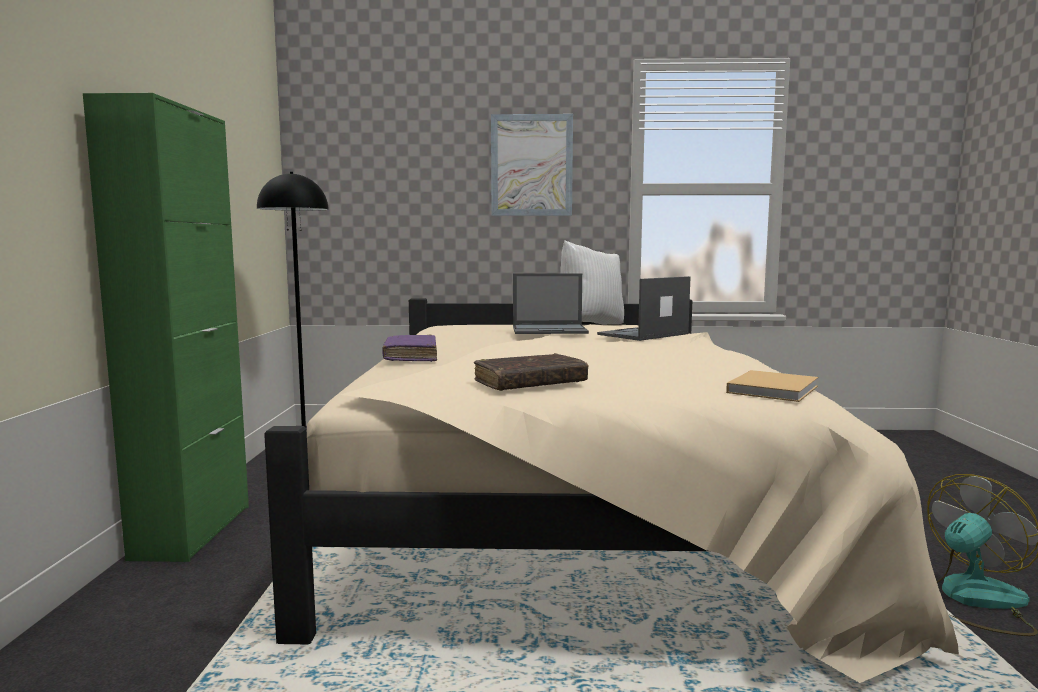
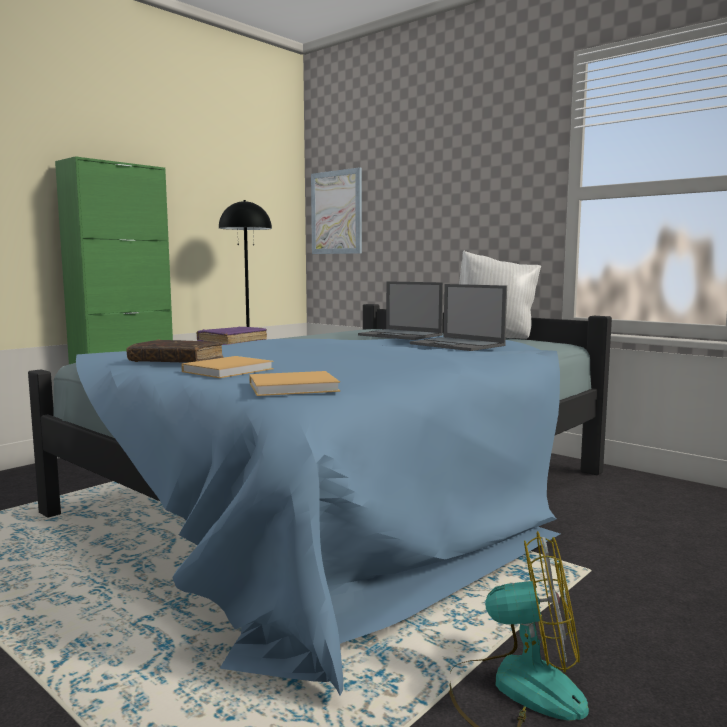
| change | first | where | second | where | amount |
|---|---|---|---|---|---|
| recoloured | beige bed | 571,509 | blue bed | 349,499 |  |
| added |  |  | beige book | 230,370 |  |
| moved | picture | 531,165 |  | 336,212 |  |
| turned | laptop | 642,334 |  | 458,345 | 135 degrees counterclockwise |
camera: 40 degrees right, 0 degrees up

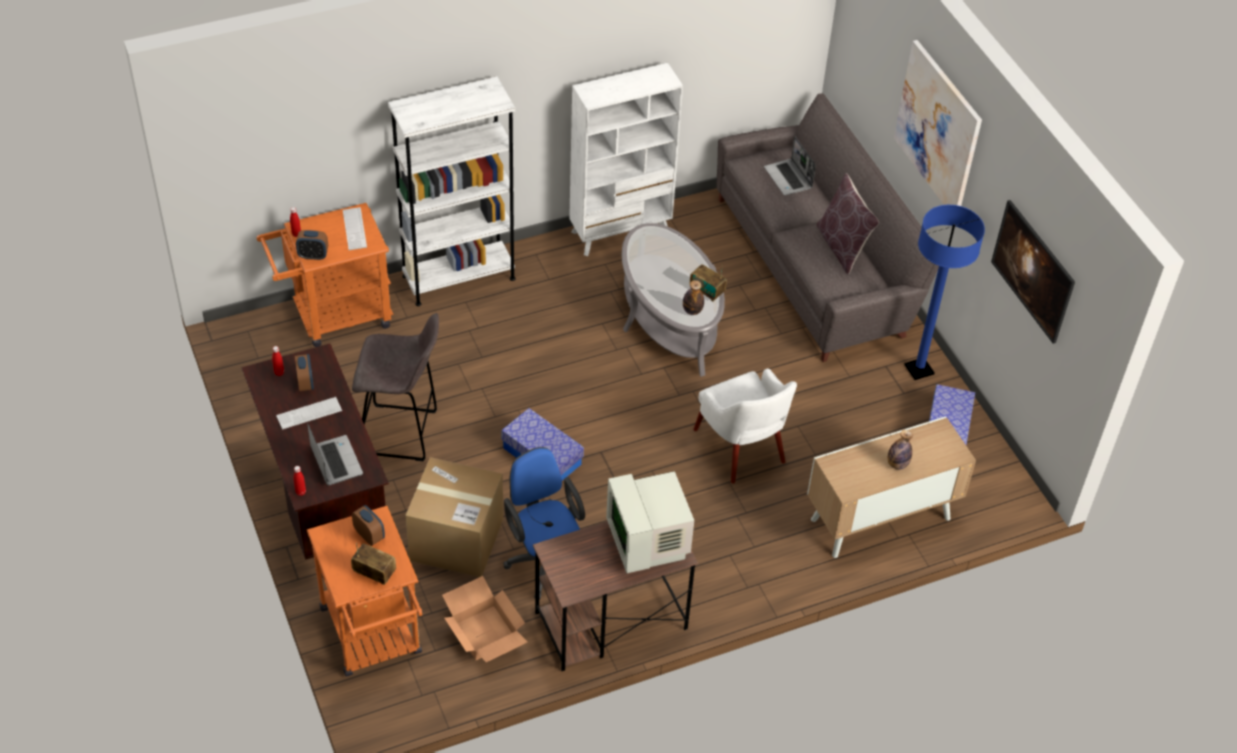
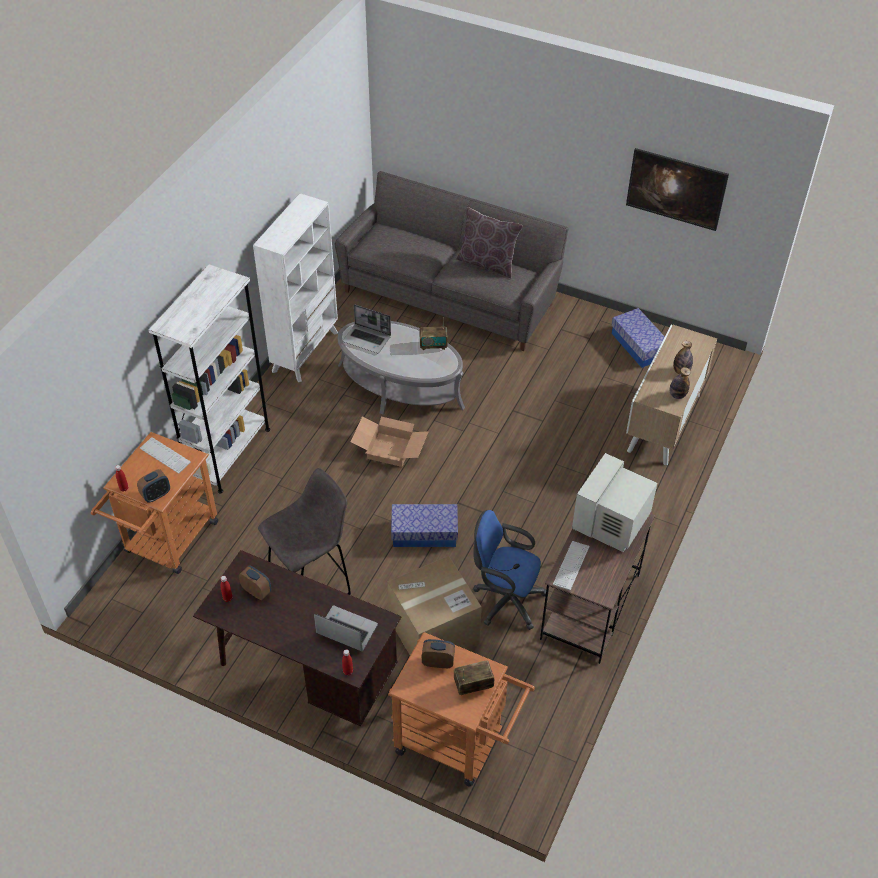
| change | first | where | second | where | amount |
|---|---|---|---|---|---|
| moved | laptop | 789,178 |  | 367,339 |  |
| moved | cardboard box | 483,632 |  | 389,450 |  |
| moved | keyboard | 309,413 |  | 571,565 |  |
| turned | monitor | 649,542 |  | 612,524 | 90 degrees clockwise |
| moved | bottle | 692,311 |  | 677,395 |  |
| removed | white armchair | 740,448 |  |  |  |
| removed | picture | 938,128 |  |  |  |
| removed | blue floor lamp | 919,370 |  |  |  |
camera: 40 degrees left, 0 degrees up

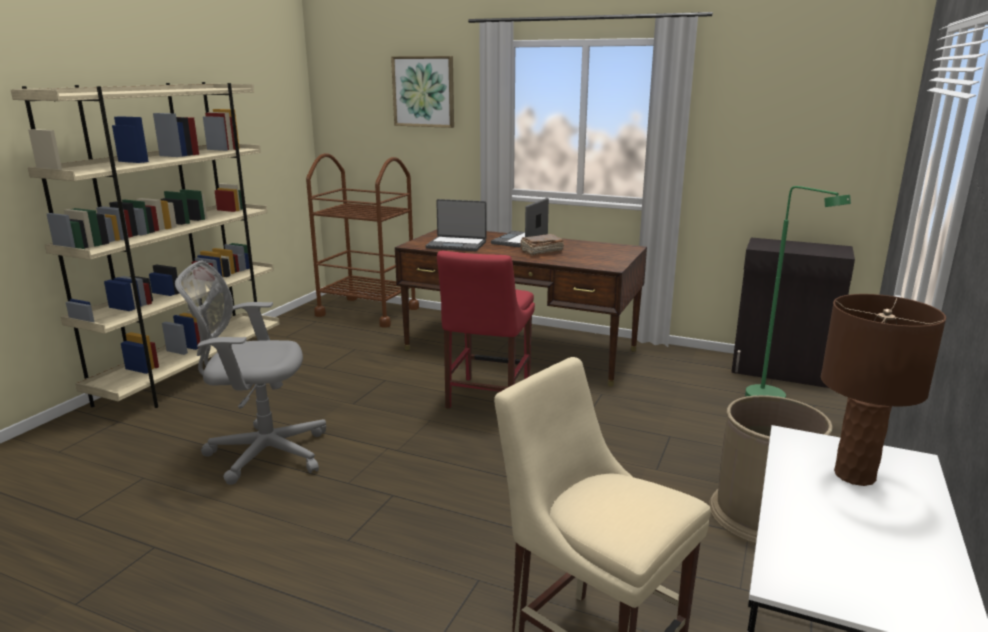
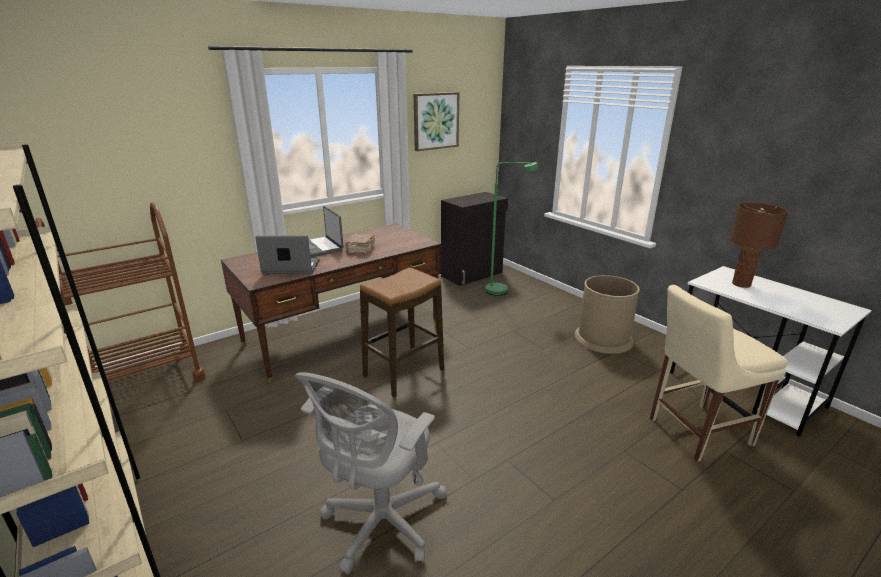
| change | first | where | second | where | amount |
|---|---|---|---|---|---|
| turned | laptop | 457,245 |  | 291,268 | 135 degrees counterclockwise |
| replaced | red chair | 486,398 | stool | 403,373 |  |
| moved | picture | 424,91 |  | 435,121 |  |
camera: 60 degrees left, 5 degrees up

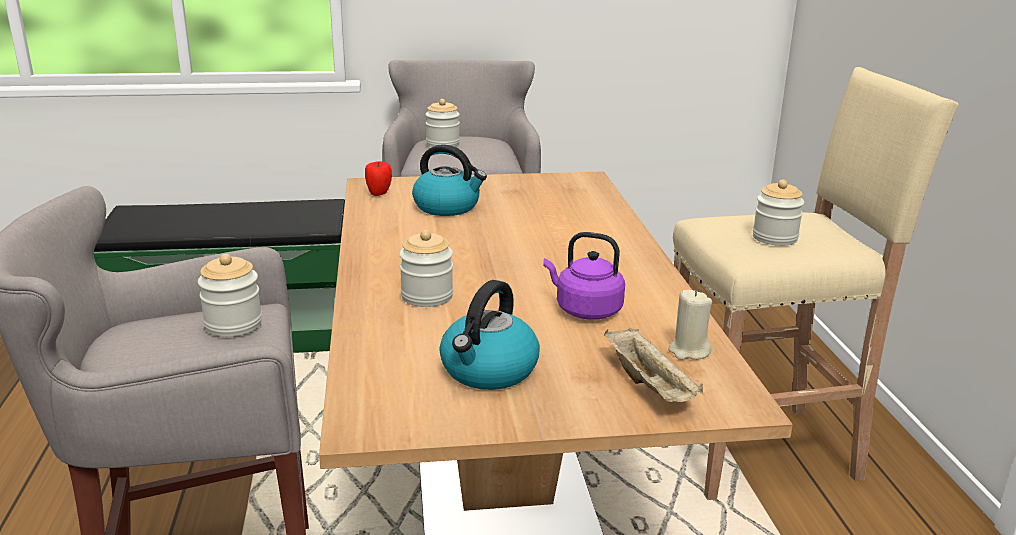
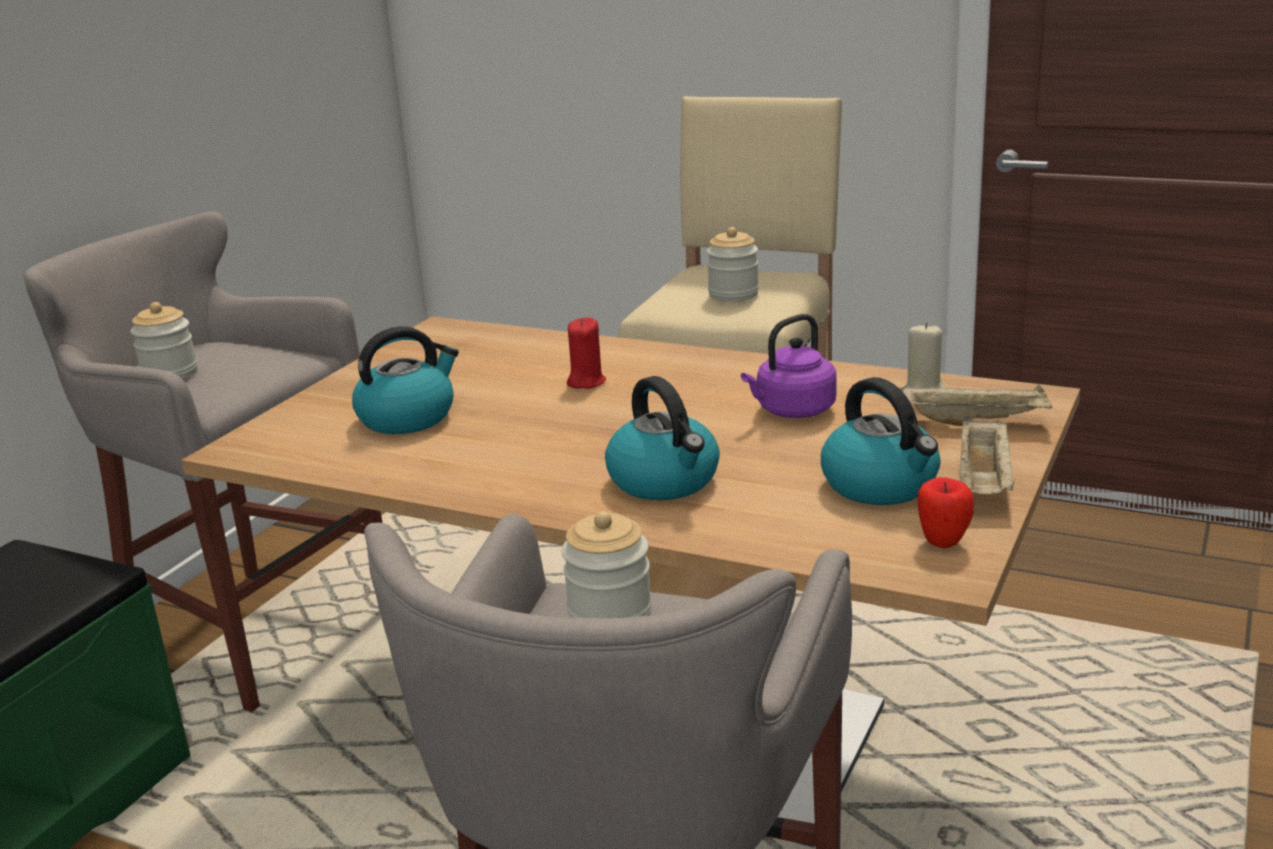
| change | first | where | second | where | amount |
|---|---|---|---|---|---|
| added |  |  | red candle | 586,382 |  |
| replaced | jar | 427,296 | kettle | 665,481 |  |
| moved | apple | 379,194 |  | 943,542 |  |
| added |  |  | beige tray | 984,482 |  |
camera: 55 degrees left, 0 degrees up

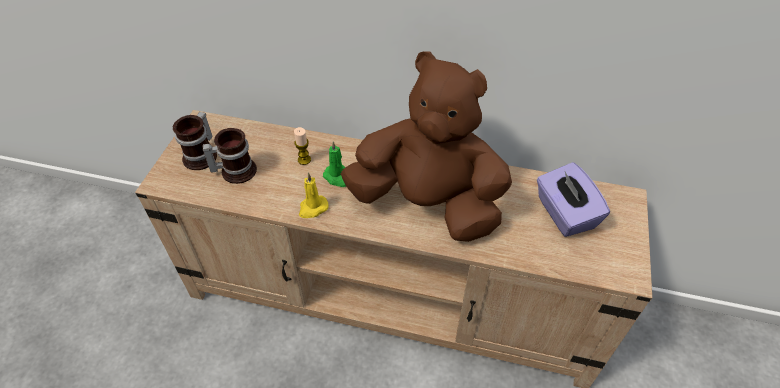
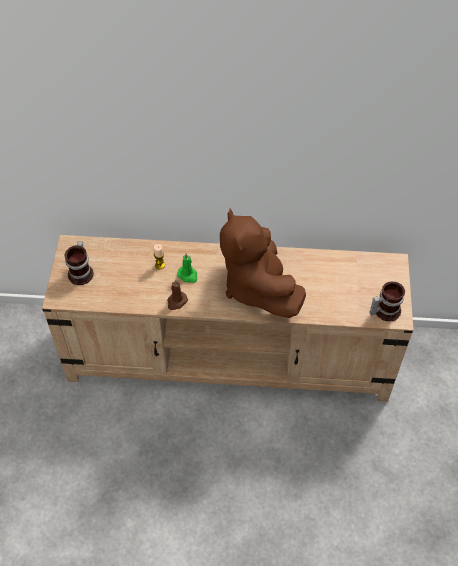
| change | first | where | second | where | amount |
|---|---|---|---|---|---|
| recoloured | yellow candle | 312,208 | brown candle | 176,301 |  |
| turned | brown plush toy | 428,204 |  | 257,286 | 120 degrees counterclockwise |
| moved | mug | 235,170 |  | 384,310 |  |
| removed | purple tissue box | 564,214 |  |  |  |
camera: 10 degrees left, 5 degrees up

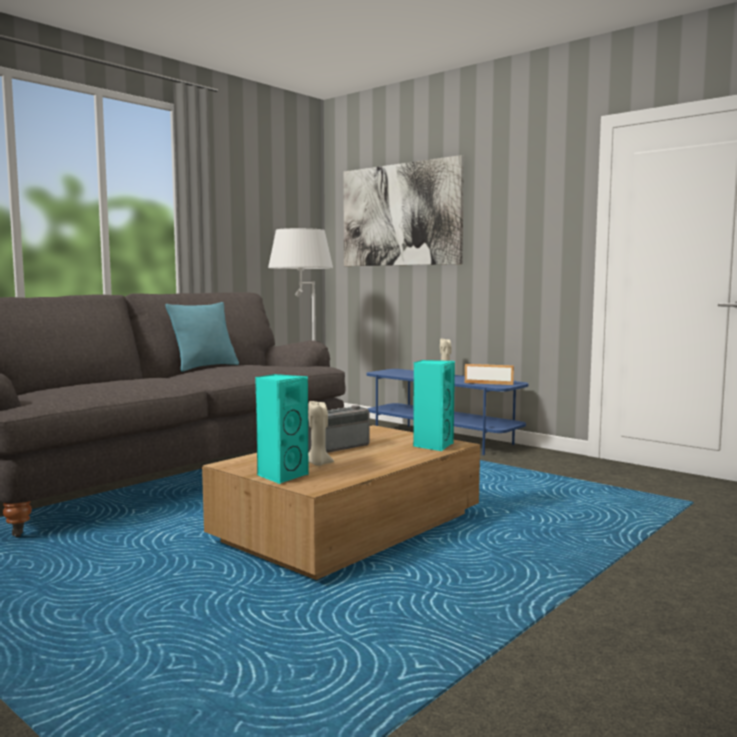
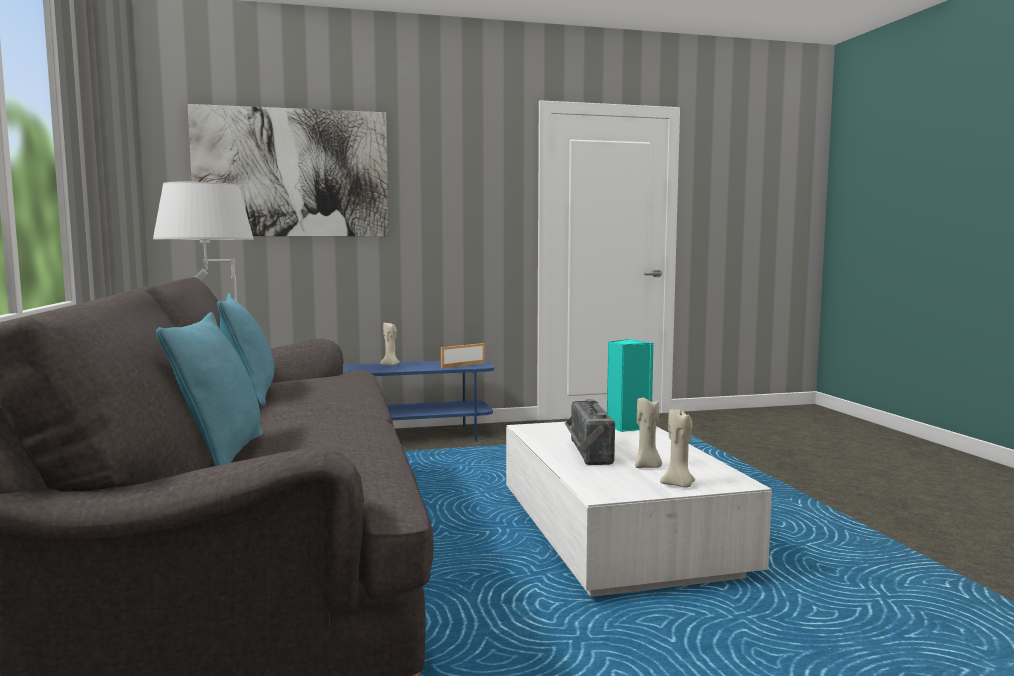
| change | first | where | second | where | amount |
|---|---|---|---|---|---|
| added |  |  | turquoise pillow | 222,455 |  |
| recoloured | brown coffee table | 350,529 | white coffee table | 616,534 |  |
| replaced | turquoise speaker | 281,476 | beige candle | 679,485 |  |
camera: 55 degrees left, 0 degrees up

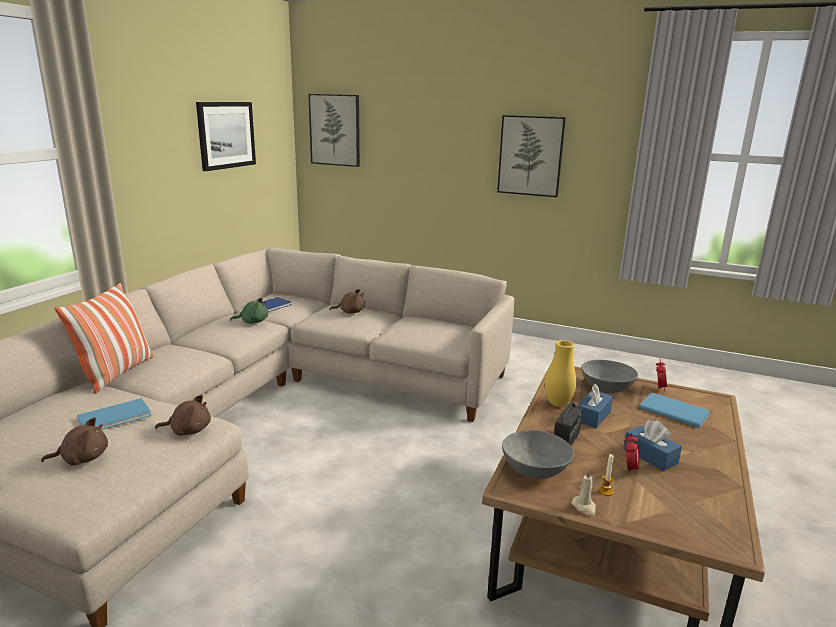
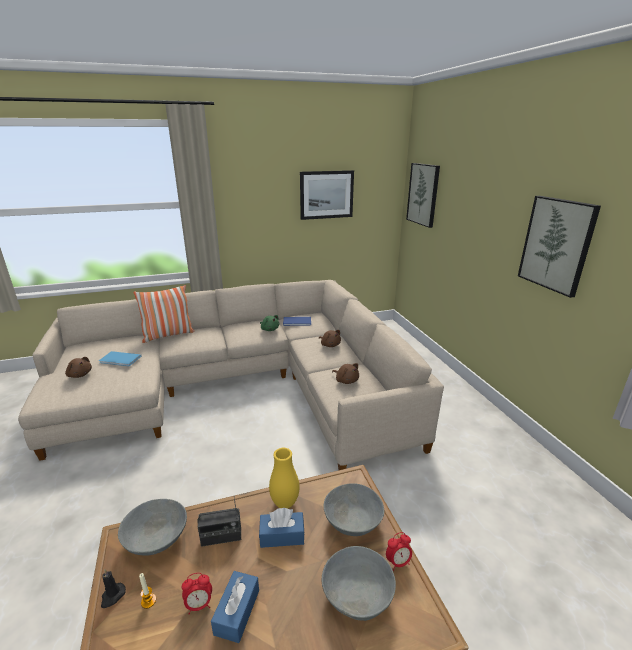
| change | first | where | second | where | amount |
|---|---|---|---|---|---|
| recoloured | beige candle | 584,507 | black candle | 112,596 |  |
| replaced | blue book | 672,410 | grey bowl | 358,594 |  |
| moved | brown plush toy | 188,430 |  | 346,380 |  |
camera: 50 degrees right, 5 degrees up

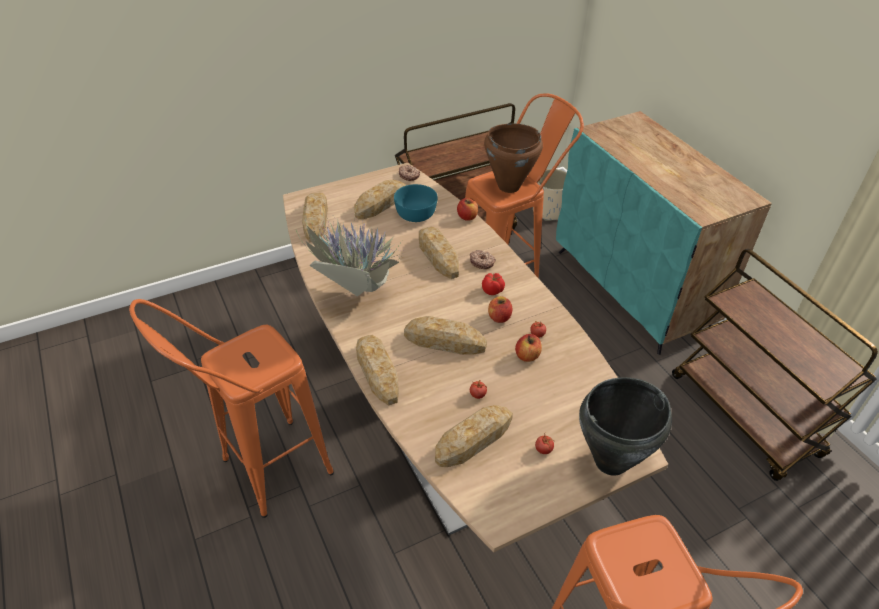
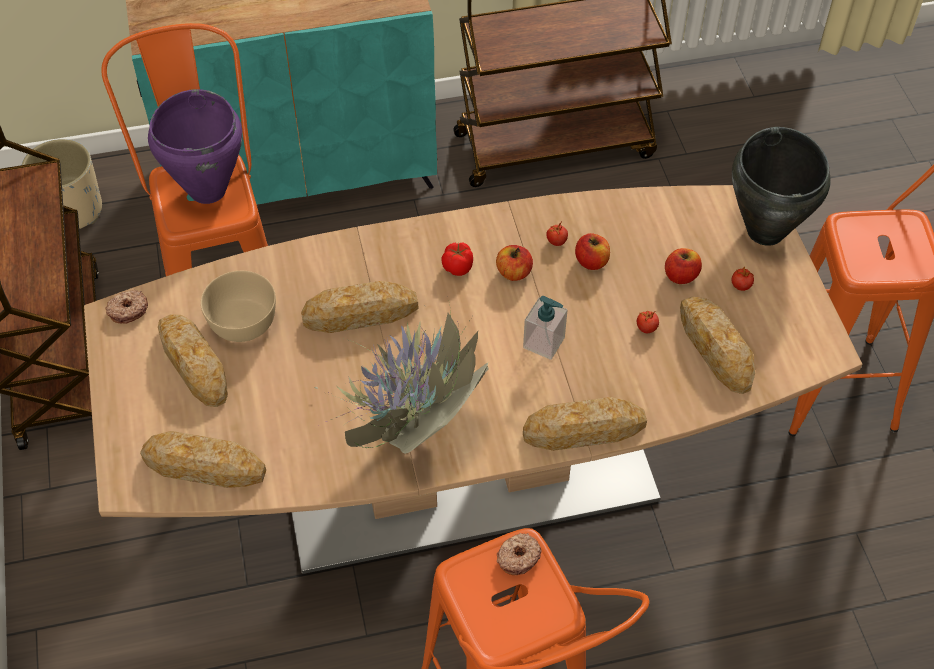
| change | first | where | second | where | amount |
|---|---|---|---|---|---|
| recoloured | brown cooking pot | 508,186 | purple cooking pot | 207,191 |  |
| recoloured | turquoise bowl | 416,213 | beige bowl | 242,320 |  |
| moved | donut | 482,262 |  | 518,557 |  |
| replaced | bread | 444,341 | soap dispenser | 544,343 |  |
| moved | apple | 467,217 |  | 680,276 |  |
camera: 75 degrees left, 10 degrees up

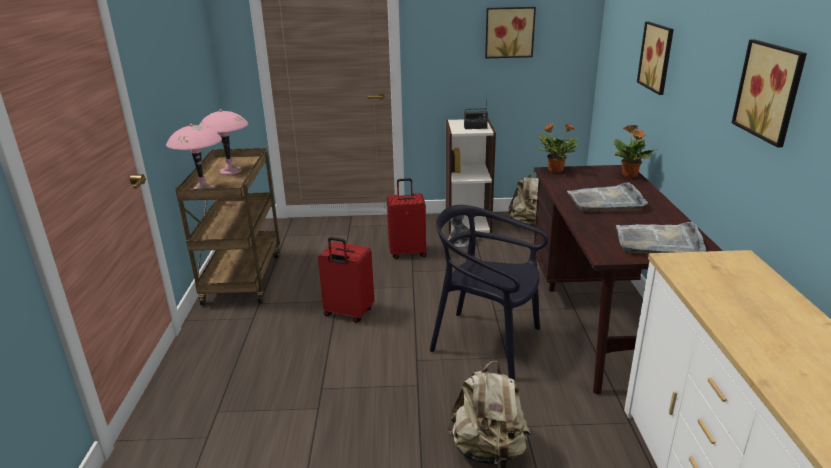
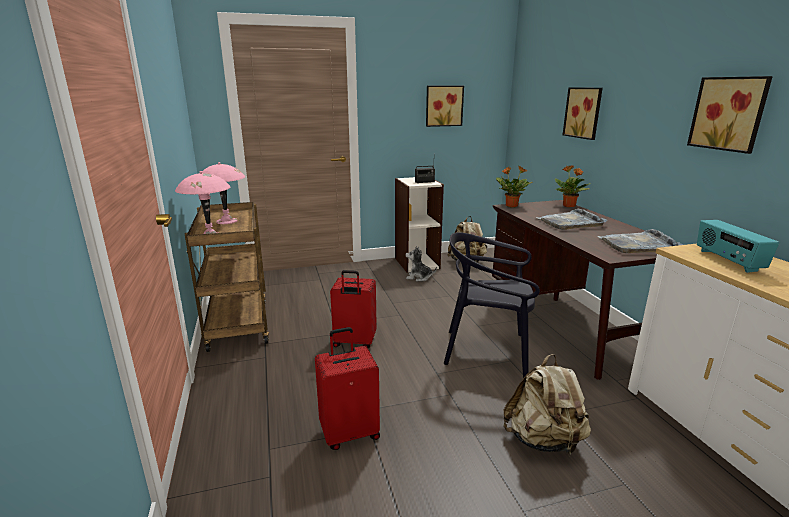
| change | first | where | second | where | amount |
|---|---|---|---|---|---|
| moved | red suitcase | 407,252 |  | 349,433 |  |
| added |  |  | radio | 727,261 |  |
camera: 15 degrees left, 5 degrees down

